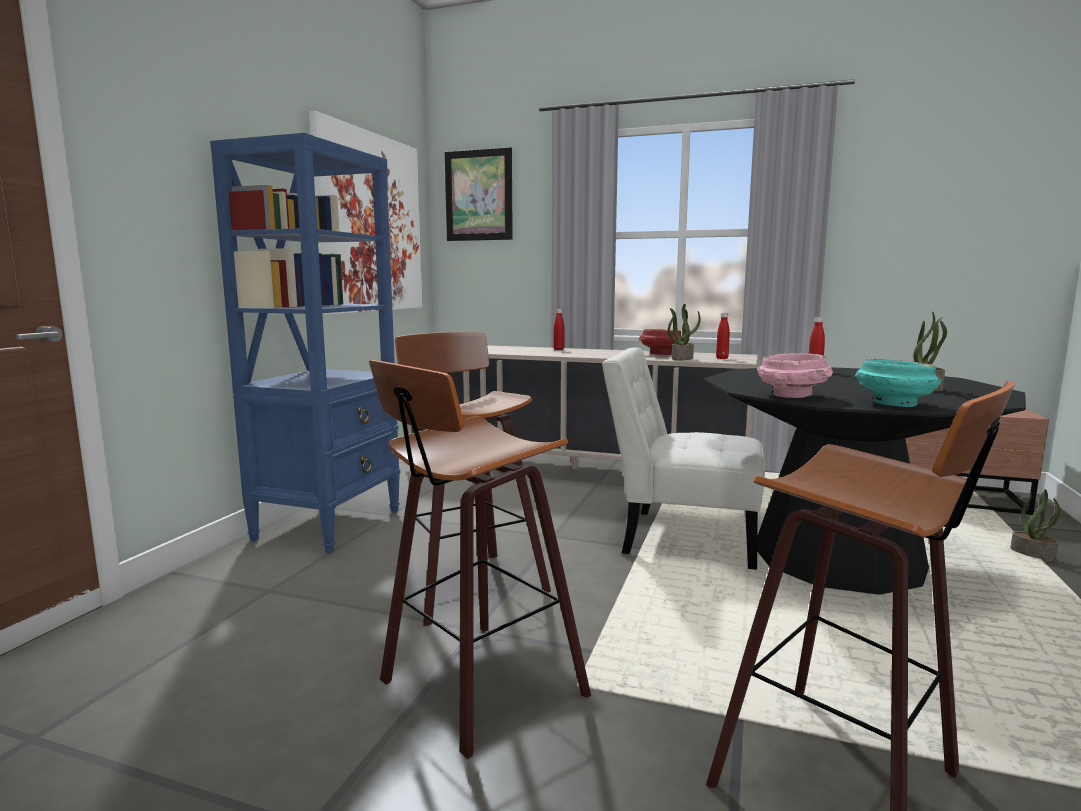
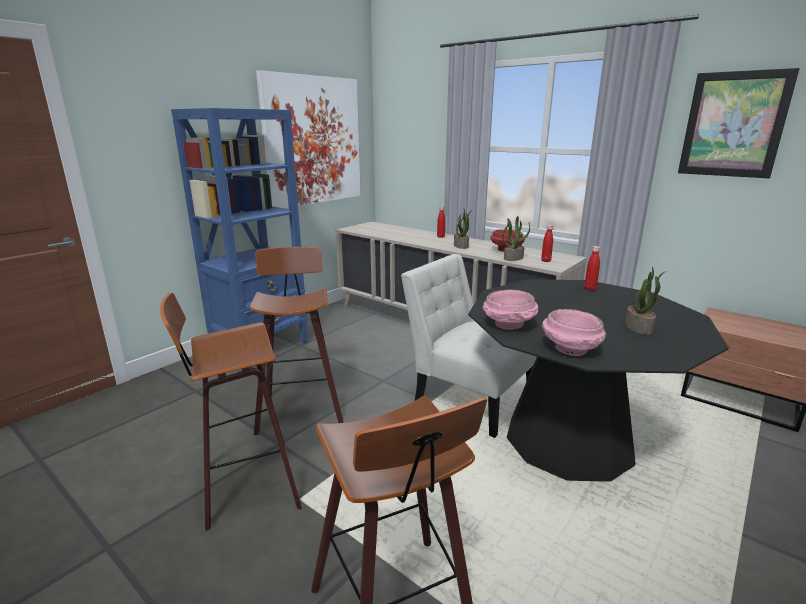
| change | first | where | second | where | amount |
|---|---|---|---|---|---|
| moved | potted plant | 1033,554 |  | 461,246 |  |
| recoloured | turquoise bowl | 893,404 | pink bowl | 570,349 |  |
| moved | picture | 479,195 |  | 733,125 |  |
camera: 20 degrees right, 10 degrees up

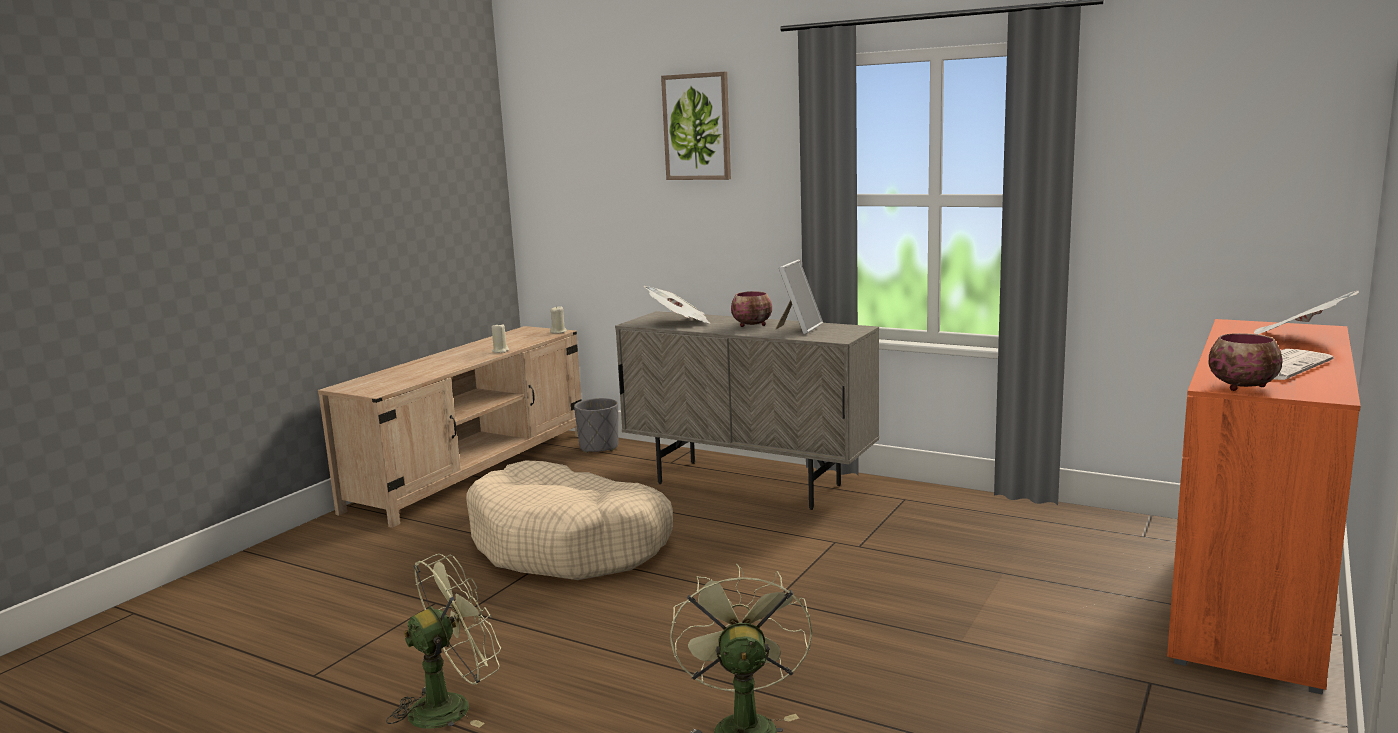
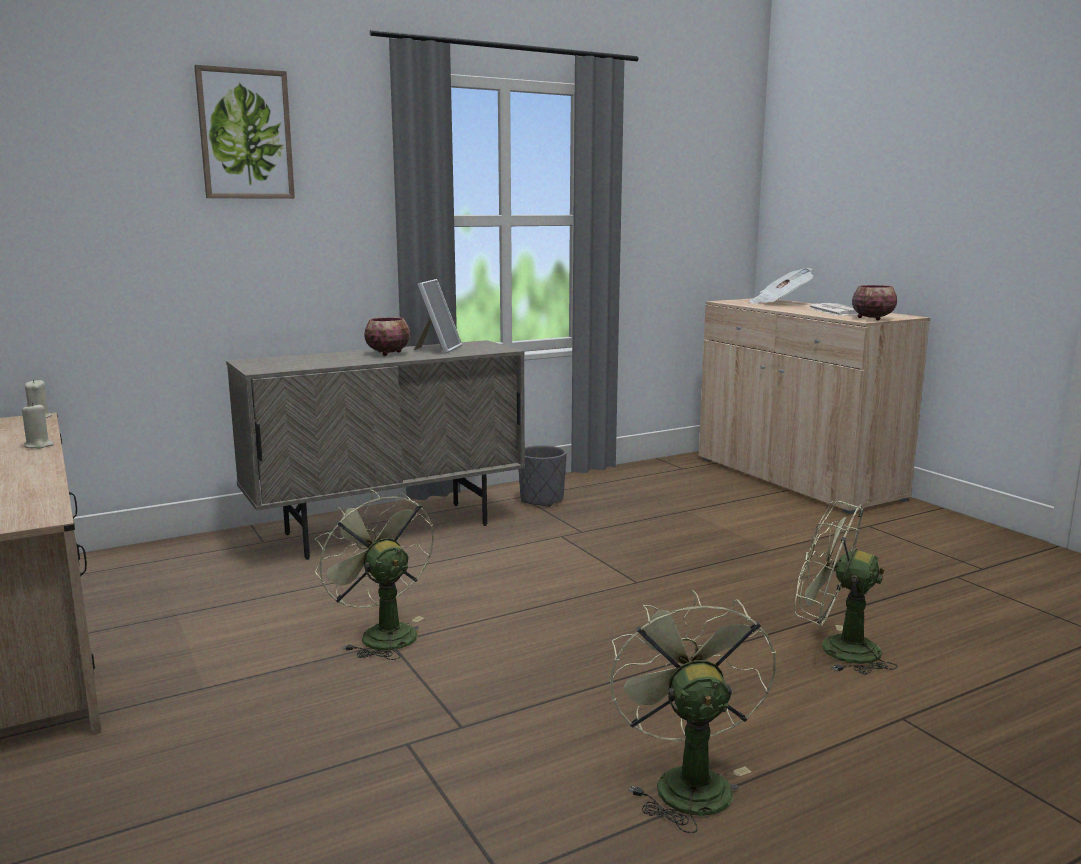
| change | first | where | second | where | amount |
|---|---|---|---|---|---|
| replaced | beige dog bed | 570,545 | green fan | 381,634 |  |
| turned | picture frame | 799,328 |  | 438,349 | 45 degrees clockwise |
| moved | grey planter | 599,447 |  | 542,500 |  |
| recoloured | orange cabinet | 1250,602 | beige cabinet | 796,478 |  |
| removed | newspaper | 679,322 |  |  |  |
camera: 60 degrees left, 0 degrees up

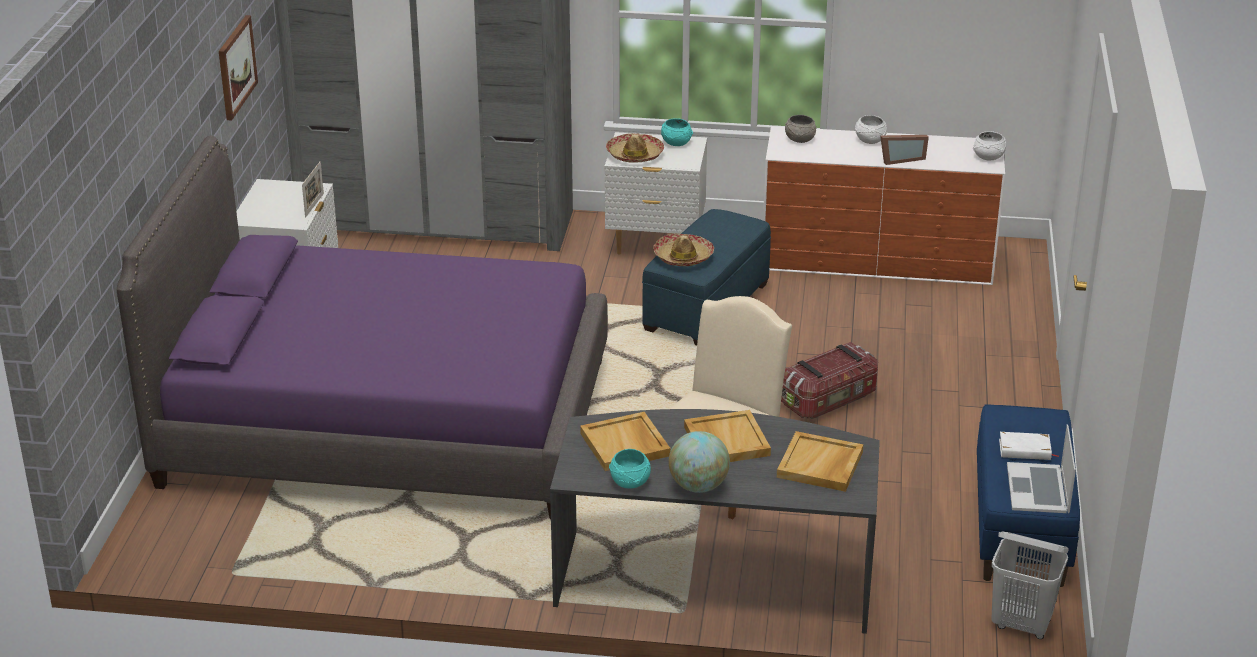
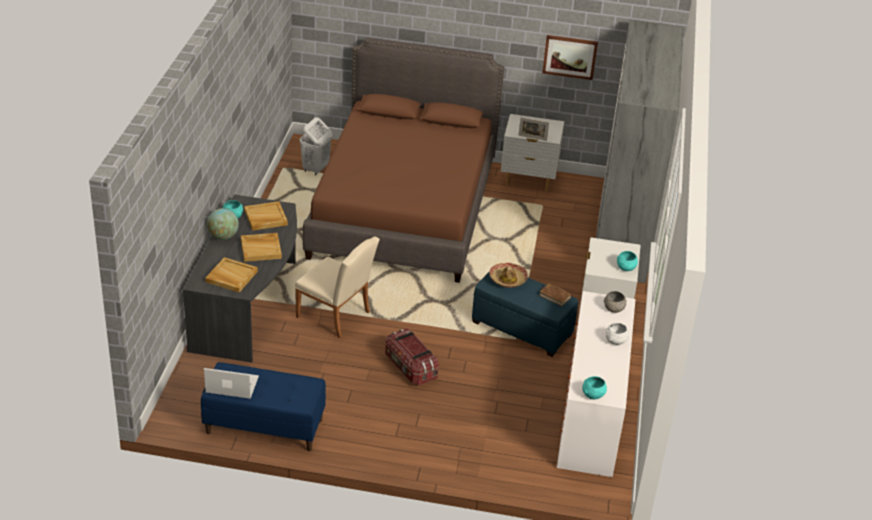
| change | first | where | second | where | amount |
|---|---|---|---|---|---|
| moved | white laundry basket | 1022,625 |  | 315,169 |  |
| recoloured | purple bed | 386,421 | brown bed | 403,209 |  |
| added |  |  | brown book | 555,296 |  |
| recoloured | white bowl | 989,157 | turquoise bowl | 593,395 |  |
| removed | hat | 634,155 |  |  |  |
| removed | picture frame | 900,159 |  |  |  |
| removed | white book | 1025,450 |  |  |  |
camera: 90 degrees right, 5 degrees up

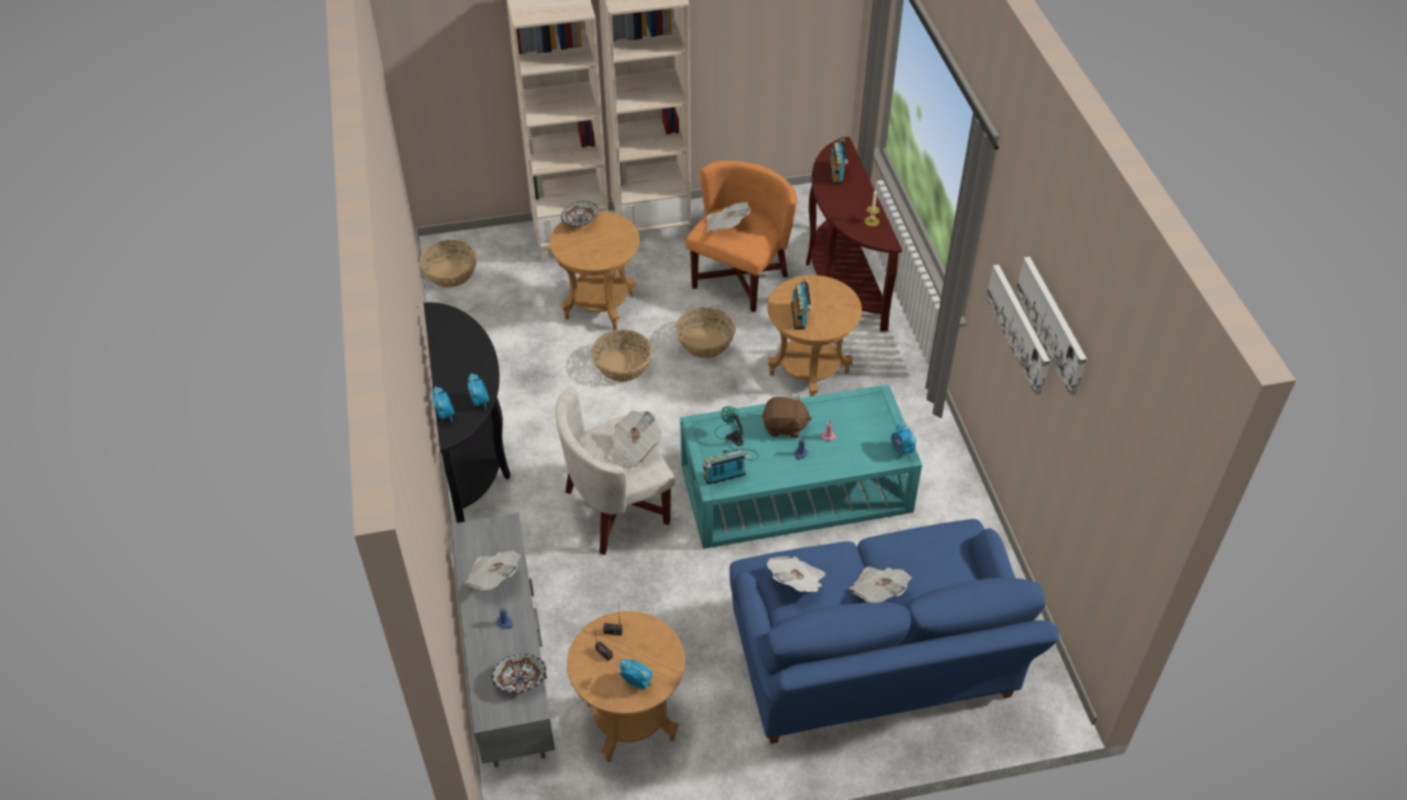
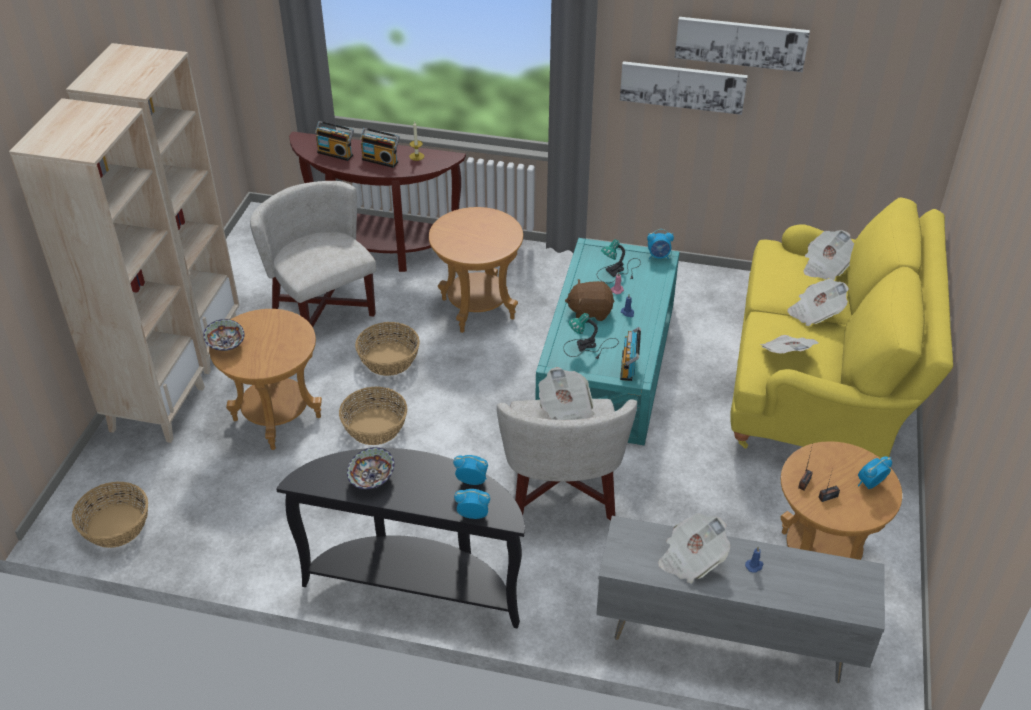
| change | first | where | second | where | amount |
|---|---|---|---|---|---|
| recoloured | orange armchair | 739,280 | white armchair | 324,310 |  |
| moved | bowl | 520,681 |  | 372,478 |  |
| moved | radio | 800,316 |  | 381,160 |  |
| turned | brown plush toy | 784,427 |  | 590,311 | 120 degrees counterclockwise |
| added |  |  | table lamp | 619,271 |  |
| recoloured | blue sofa | 874,669 | yellow sofa | 823,385 |  |
| moved | newspaper | 726,226 |  | 826,266 |  |
camera: 65 degrees left, 5 degrees down

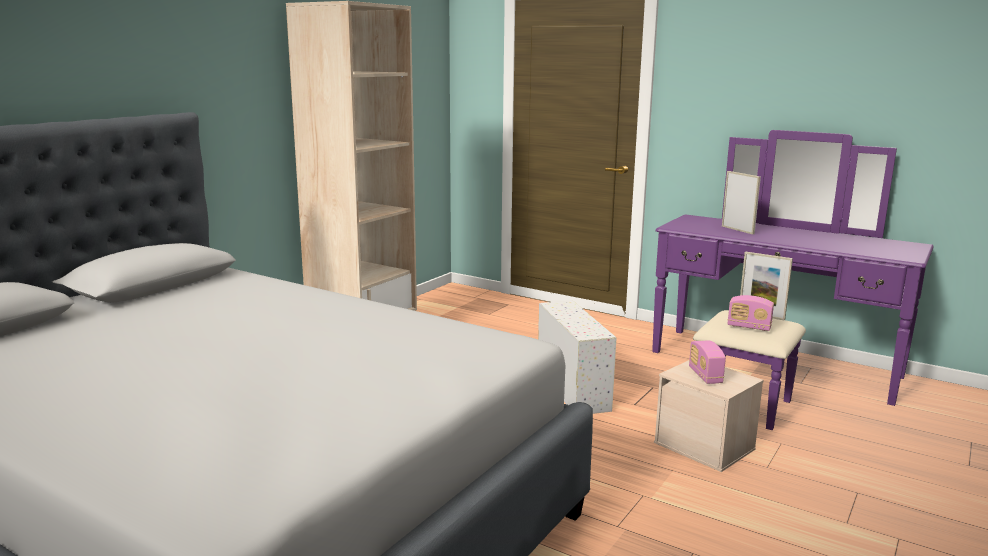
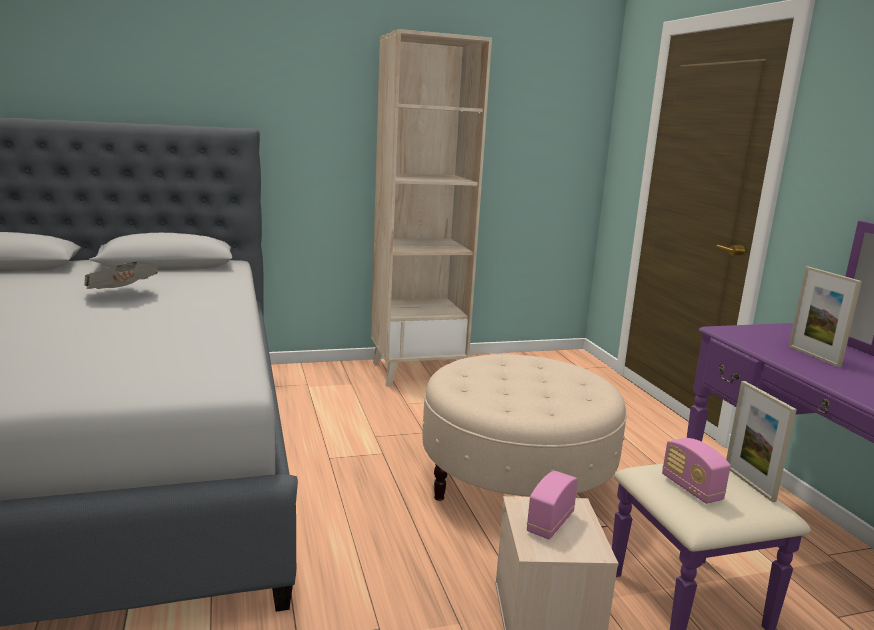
| change | first | where | second | where | amount |
|---|---|---|---|---|---|
| added |  |  | newspaper | 122,295 |  |
| replaced | white storage box | 571,388 | beige ottoman | 515,486 |  |
| turned | picture frame | 737,230 |  | 813,356 | 150 degrees clockwise |
camera: 40 degrees right, 0 degrees up

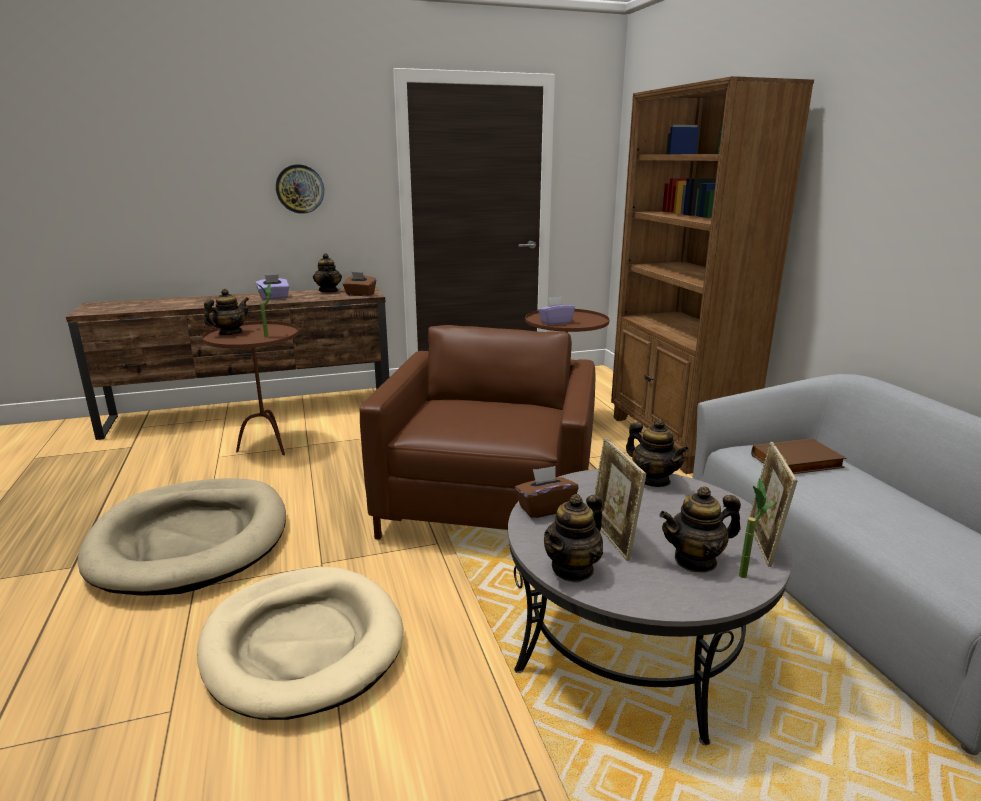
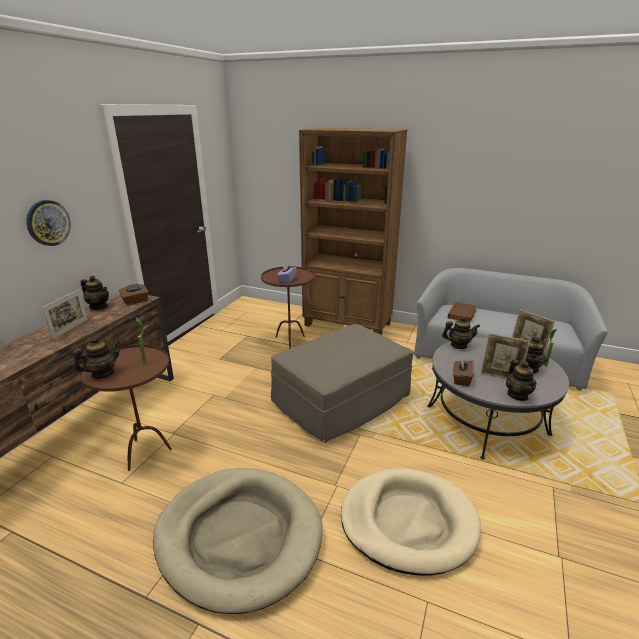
| change | first | where | second | where | amount |
|---|---|---|---|---|---|
| replaced | purple tissue box | 274,297 | picture frame | 70,329 |  |
| turned | teapot | 230,333 |  | 102,374 | 60 degrees clockwise |
| replaced | brown armchair | 489,504 | beige ottoman | 341,401 |  |
camera: 50 degrees left, 5 degrees up

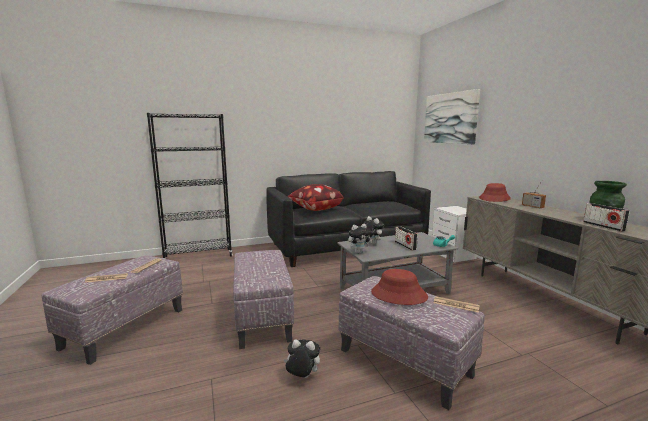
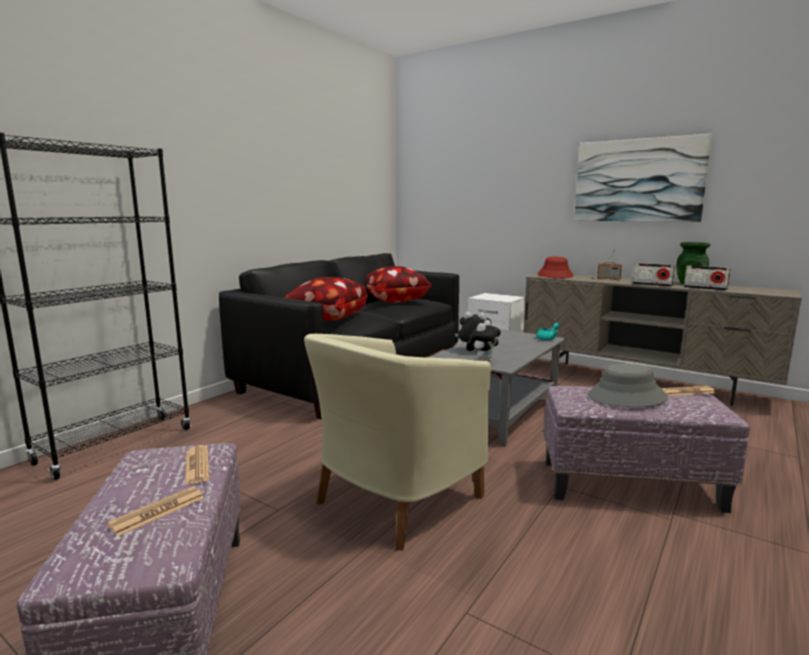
| change | first | where | second | where | amount |
|---|---|---|---|---|---|
| replaced | ottoman | 261,317 | beige armchair | 394,500 |  |
| added |  |  | pillow | 393,301 |  |
| moved | picture | 450,118 |  | 638,180 |  |
| recoloured | red hat | 398,295 | grey hat | 627,397 |  |
| moved | radio | 405,245 |  | 652,284 |  |
| removed | plush toy | 302,377 |  |  |  |
camera: 35 degrees left, 0 degrees up

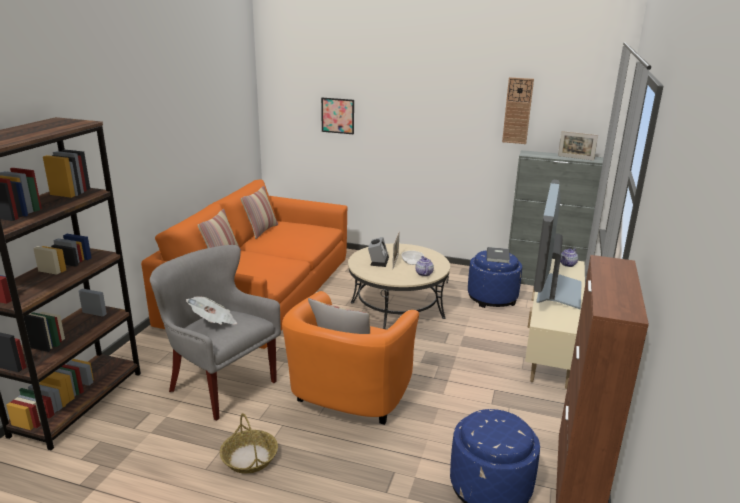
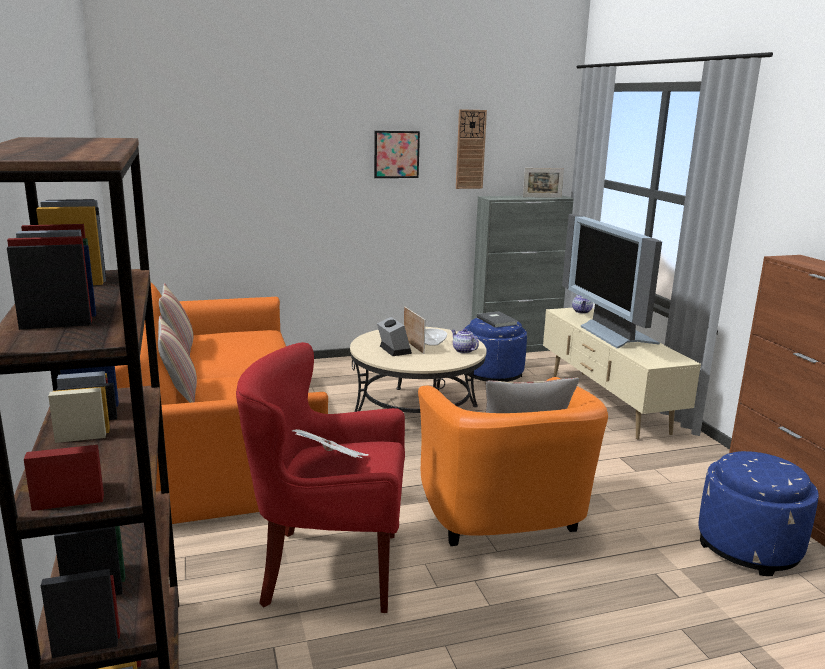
| change | first | where | second | where | amount |
|---|---|---|---|---|---|
| recoloured | grey armchair | 221,385 | red armchair | 327,568 |  |
| moved | picture | 338,115 |  | 396,154 |  |
| removed | basket | 249,458 |  |  |  |
camera: 35 degrees left, 5 degrees down

